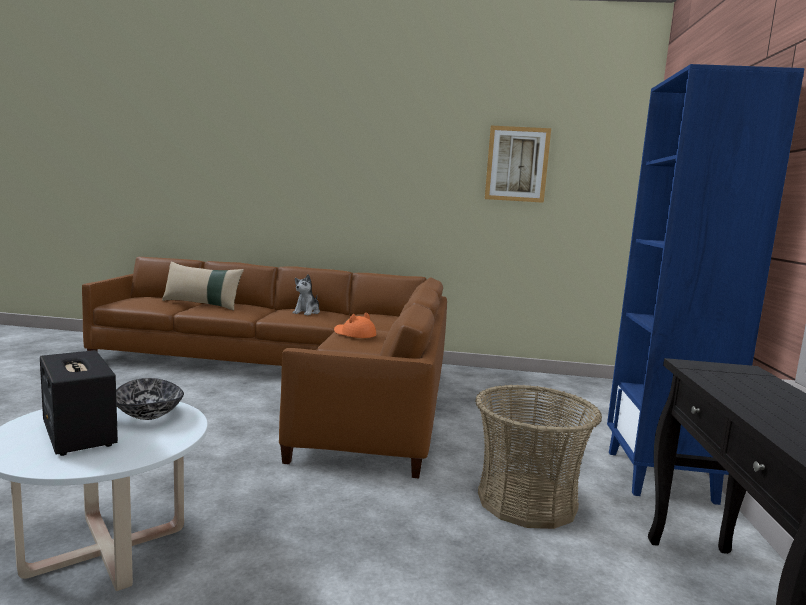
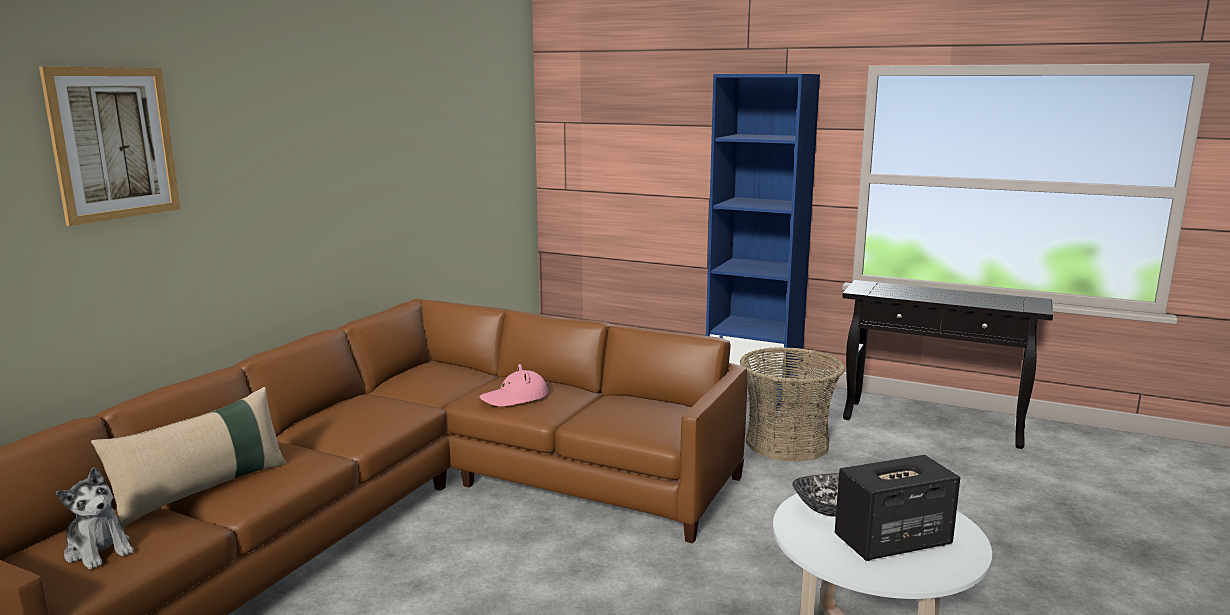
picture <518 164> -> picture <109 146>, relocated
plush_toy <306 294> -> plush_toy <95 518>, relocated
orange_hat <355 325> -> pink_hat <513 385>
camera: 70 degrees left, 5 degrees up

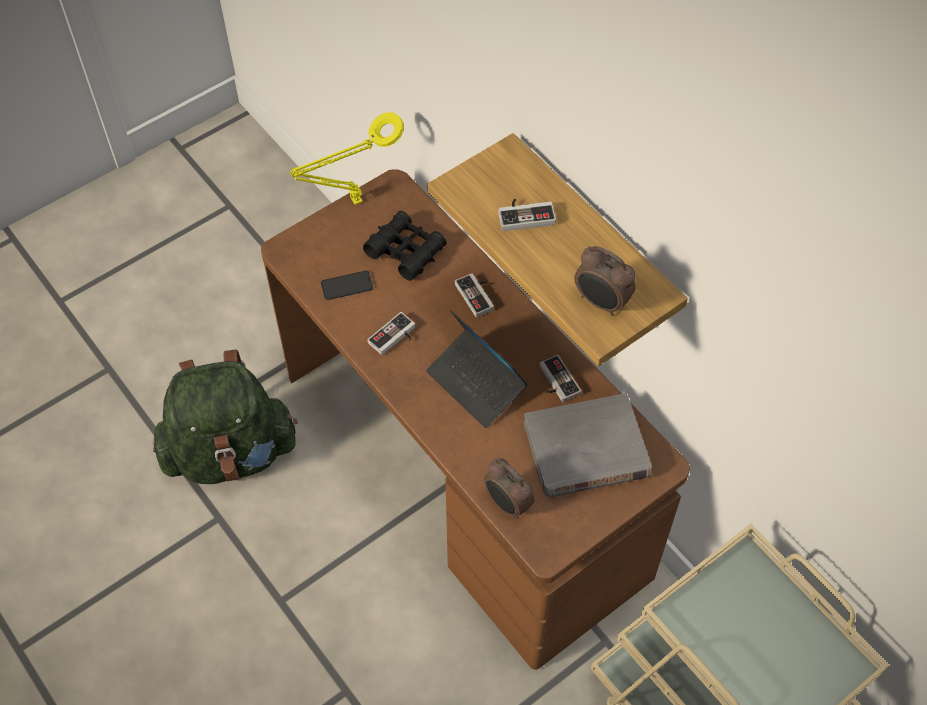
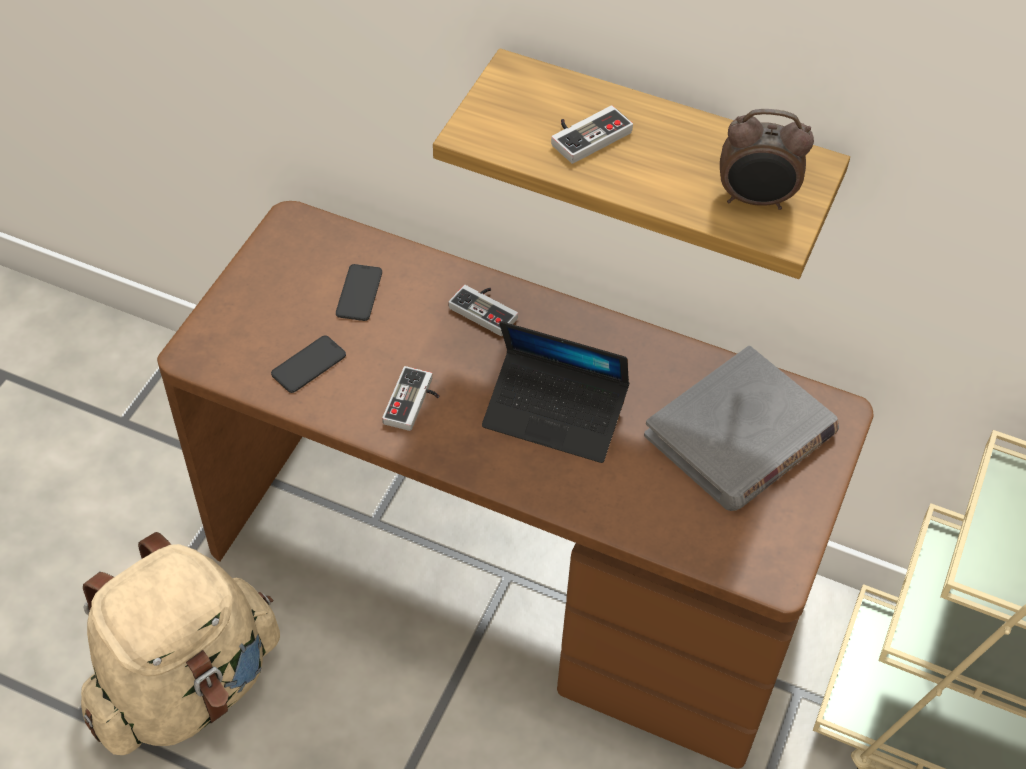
green_backpack <225 416> -> beige_backpack <180 643>
black_binoculars <405 246> -> phone <359 292>
yellow_table_lamp <347 158> -> none
alarm_clock <509 488> -> none
game_controller <560 378> -> none
camera: 30 degrees left, 5 degrees down

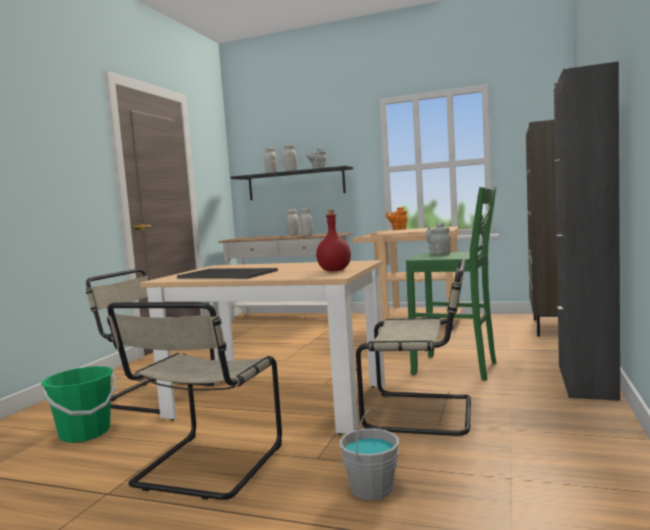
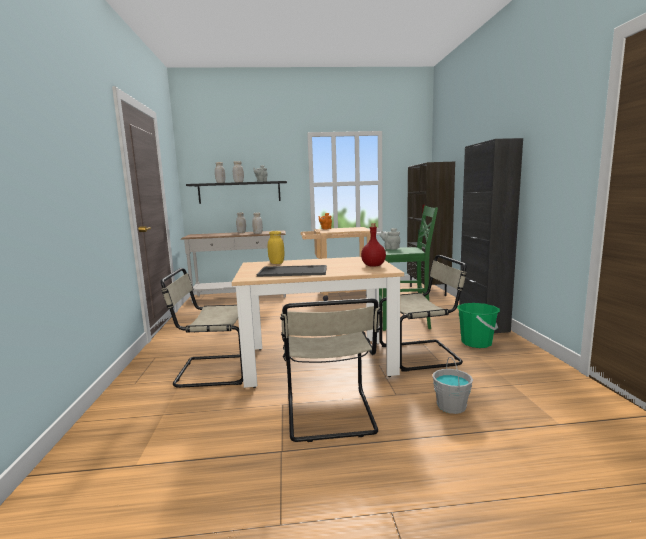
none -> yellow_jar <276 247>
green_bucket <78 404> -> green_bucket <478 325>, relocated
camera: 25 degrees left, 5 degrees up

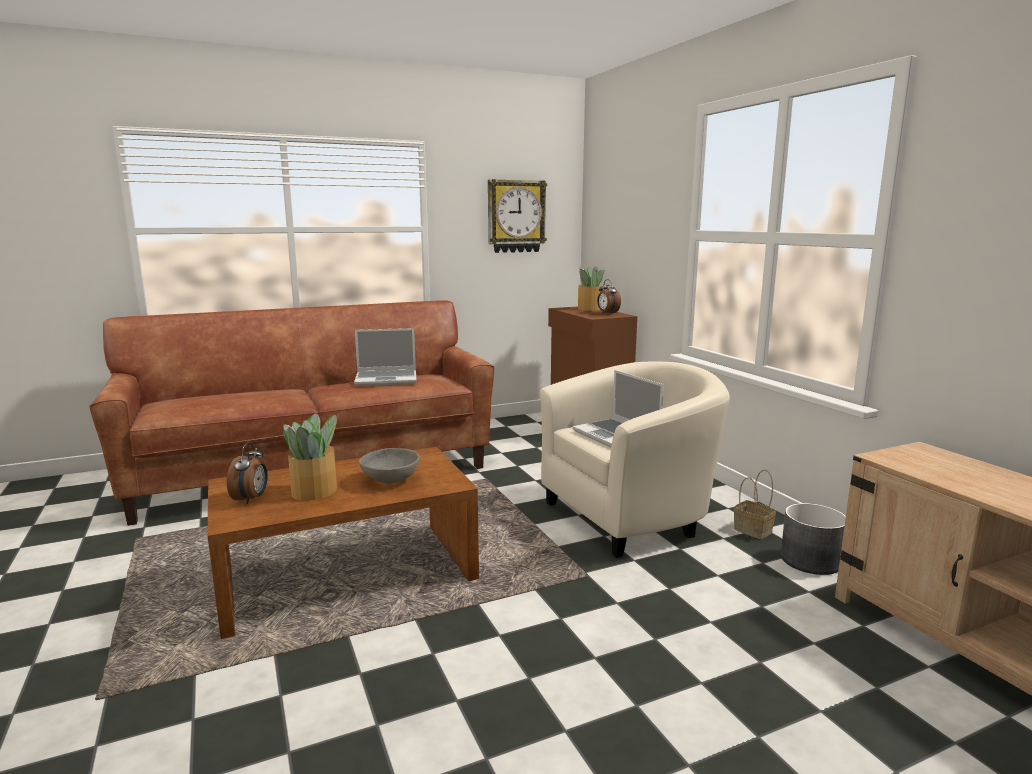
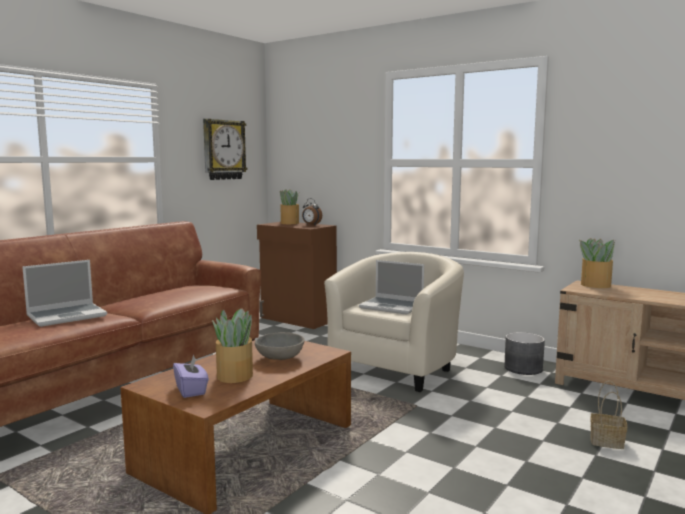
laptop <385 357> -> laptop <64 293>, relocated
alarm_clock <247 473> -> purple_tissue_box <191 376>
none -> potted_plant <597 263>
basket <755 504> -> basket <608 415>, relocated
camera: 30 degrees left, 5 degrees down

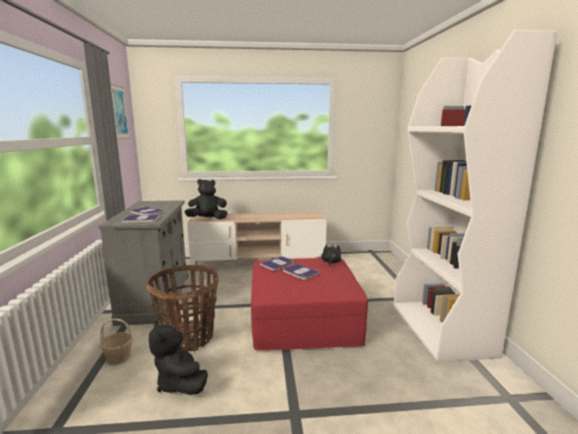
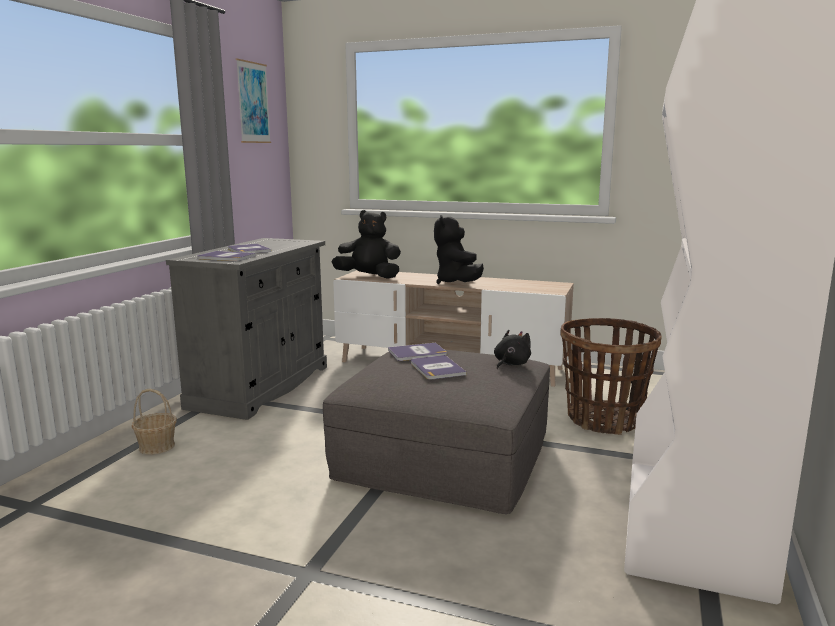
red_ottoman <309 304> -> grey_ottoman <436 432>
black_plush_toy <178 358> -> black_plush_toy <459 249>, relocated
basket <182 308> -> basket <611 376>, relocated
camera: 25 degrees right, 0 degrees up

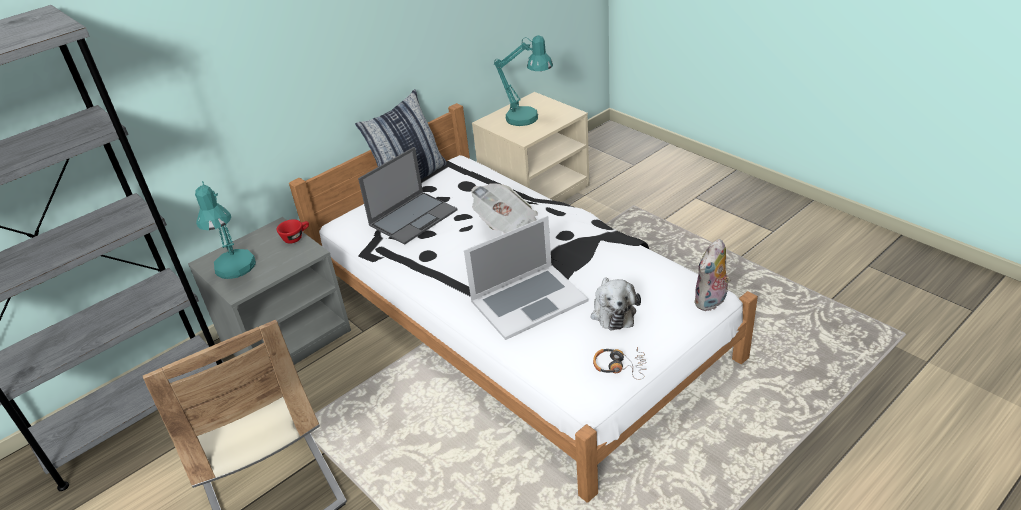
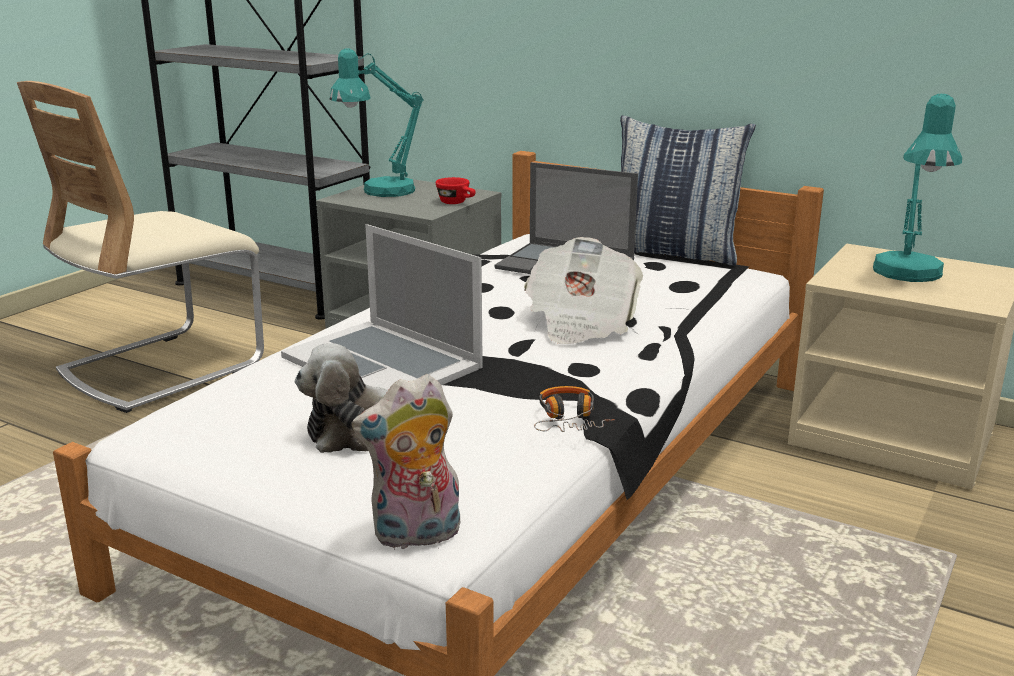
plush_toy <712 275> -> plush_toy <406 462>, 45 degrees counterclockwise
headphones <620 363> -> headphones <574 409>, relocated
camera: 70 degrees right, 15 degrees down

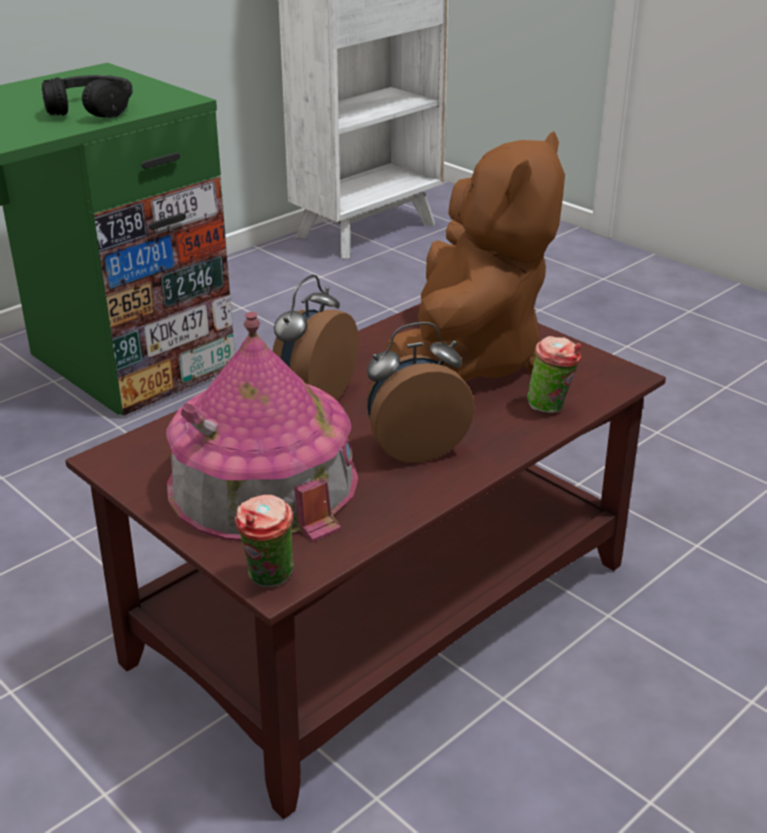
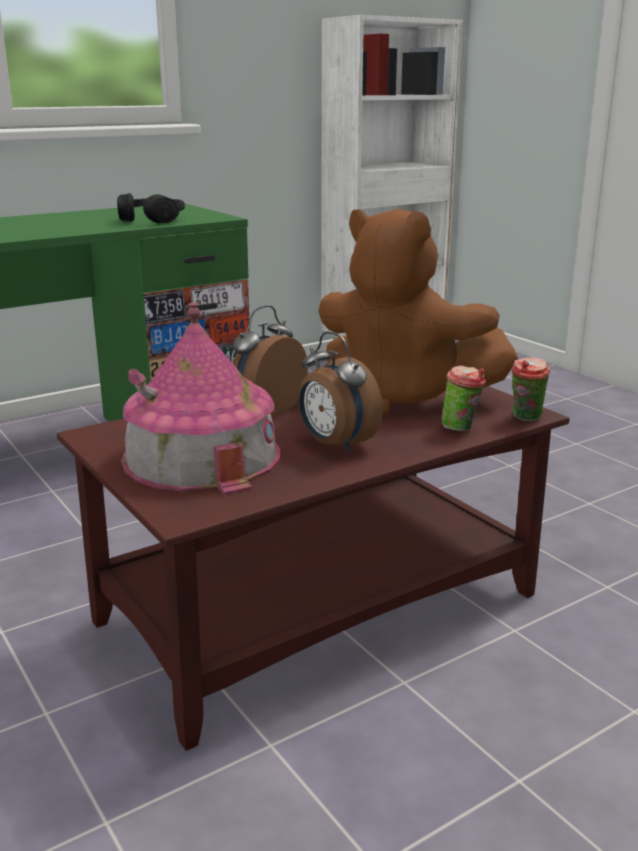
alarm_clock <421 392> -> alarm_clock <340 392>, 120 degrees counterclockwise
brown_plush_toy <475 256> -> brown_plush_toy <418 312>, 90 degrees clockwise
cup <264 541> -> cup <531 389>, relocated
camera: 10 degrees right, 10 degrees down

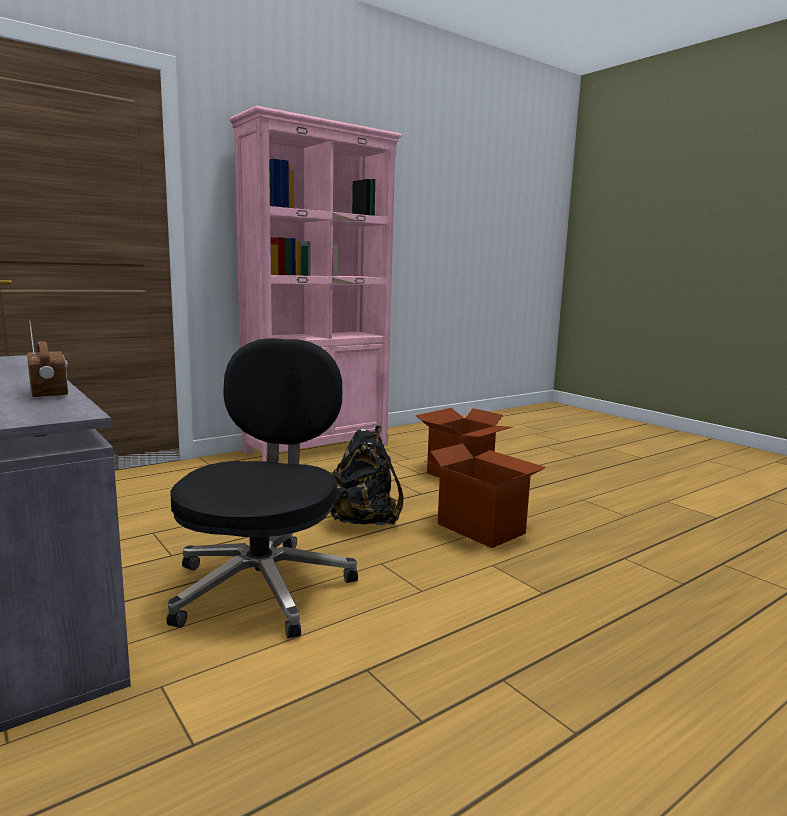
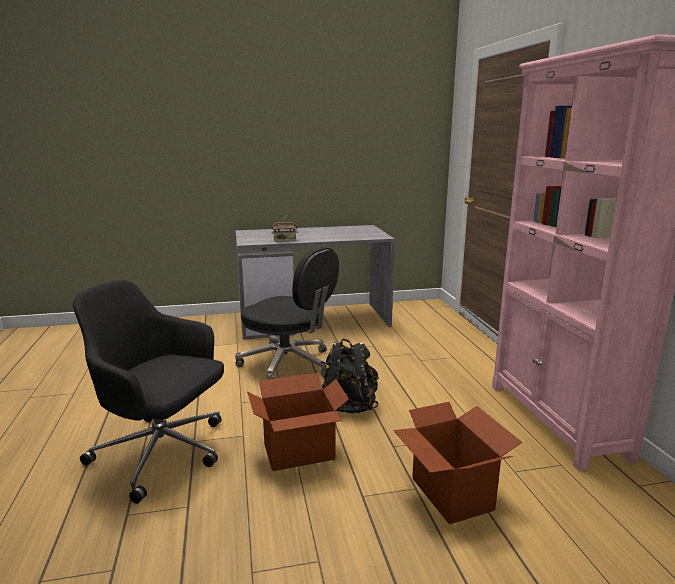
none -> black_office_chair <148 392>
camera: 115 degrees right, 5 degrees up

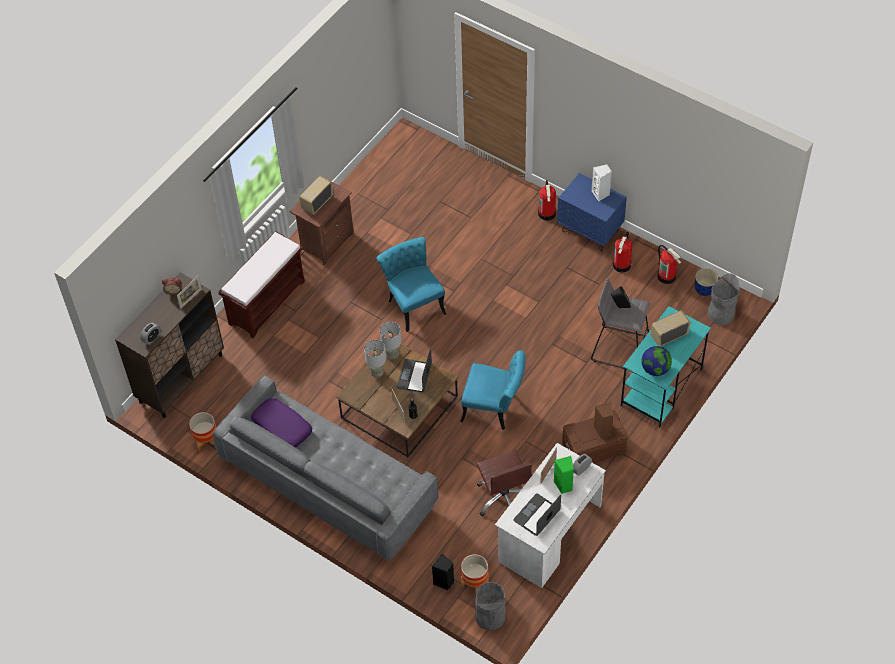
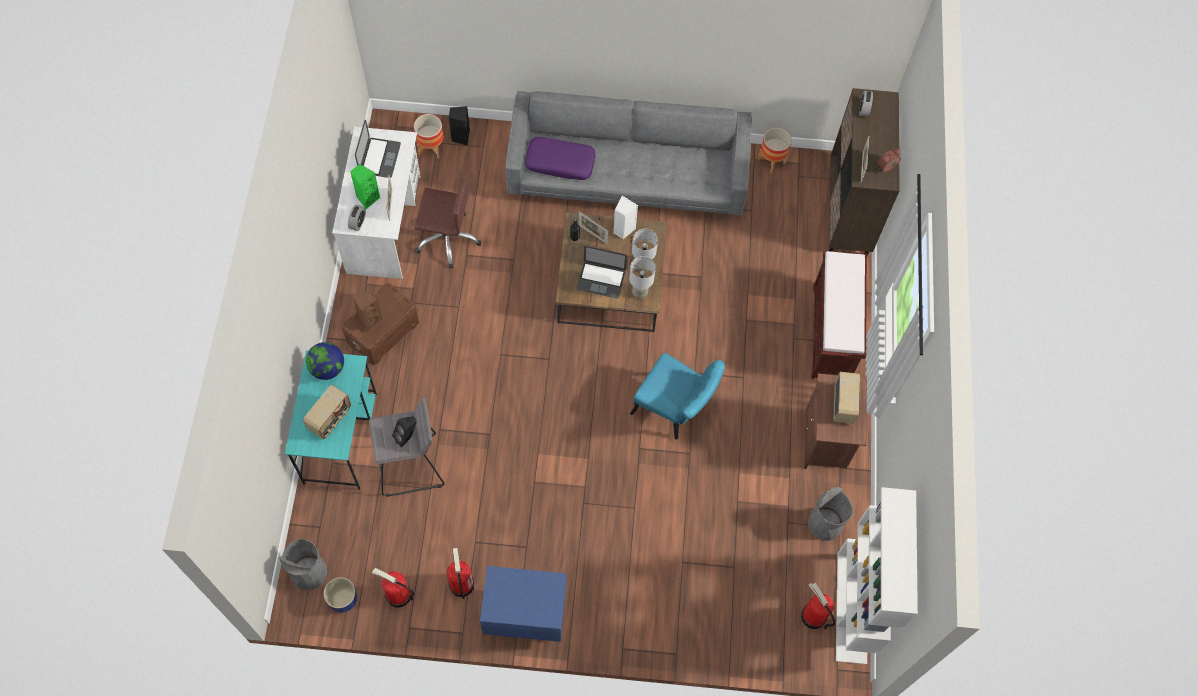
brown_office_chair <504 483> -> brown_office_chair <448 220>, 150 degrees clockwise
purple_pillow <281 423> -> purple_pillow <560 158>, relocated
laptop <414 370> -> laptop <601 272>, 120 degrees clockwise
white_speaker <601 182> -> white_speaker <625 217>, relocated
fire_extinguisher <547 200> -> fire_extinguisher <818 606>, relocated
grey_trash_can <490 606> -> grey_trash_can <830 514>, relocated
none -> white_bookcase <877 575>
turquoise_chair <493 390> -> none
camera: 145 degrees right, 10 degrees up

